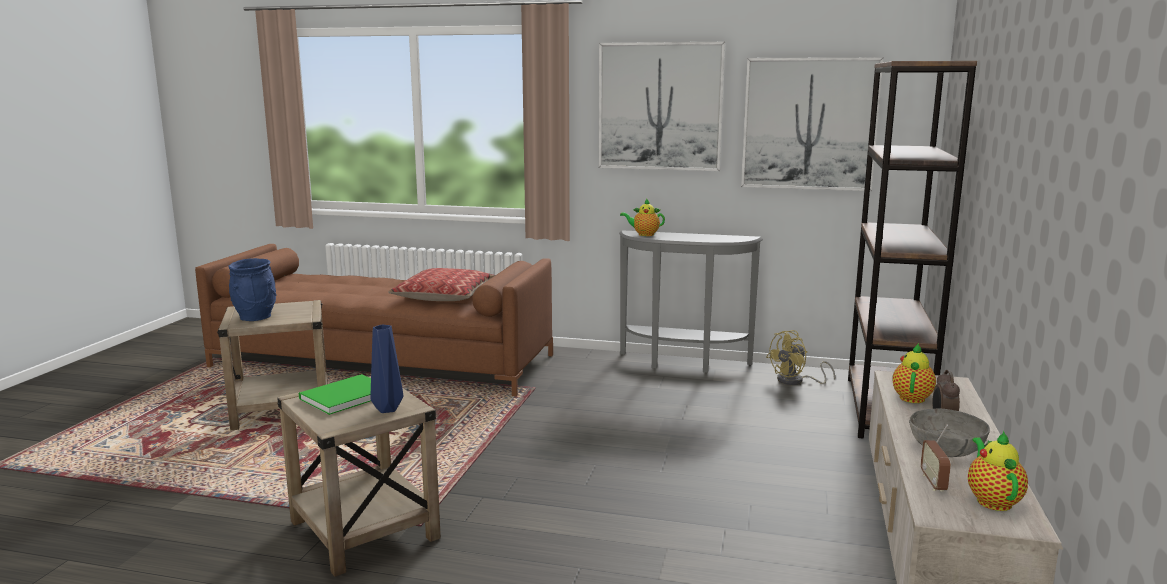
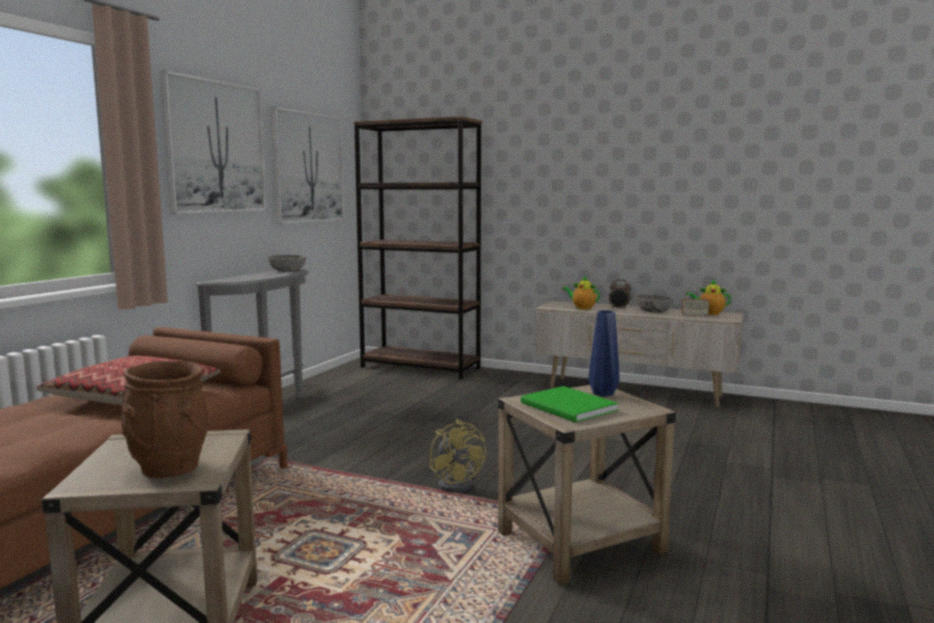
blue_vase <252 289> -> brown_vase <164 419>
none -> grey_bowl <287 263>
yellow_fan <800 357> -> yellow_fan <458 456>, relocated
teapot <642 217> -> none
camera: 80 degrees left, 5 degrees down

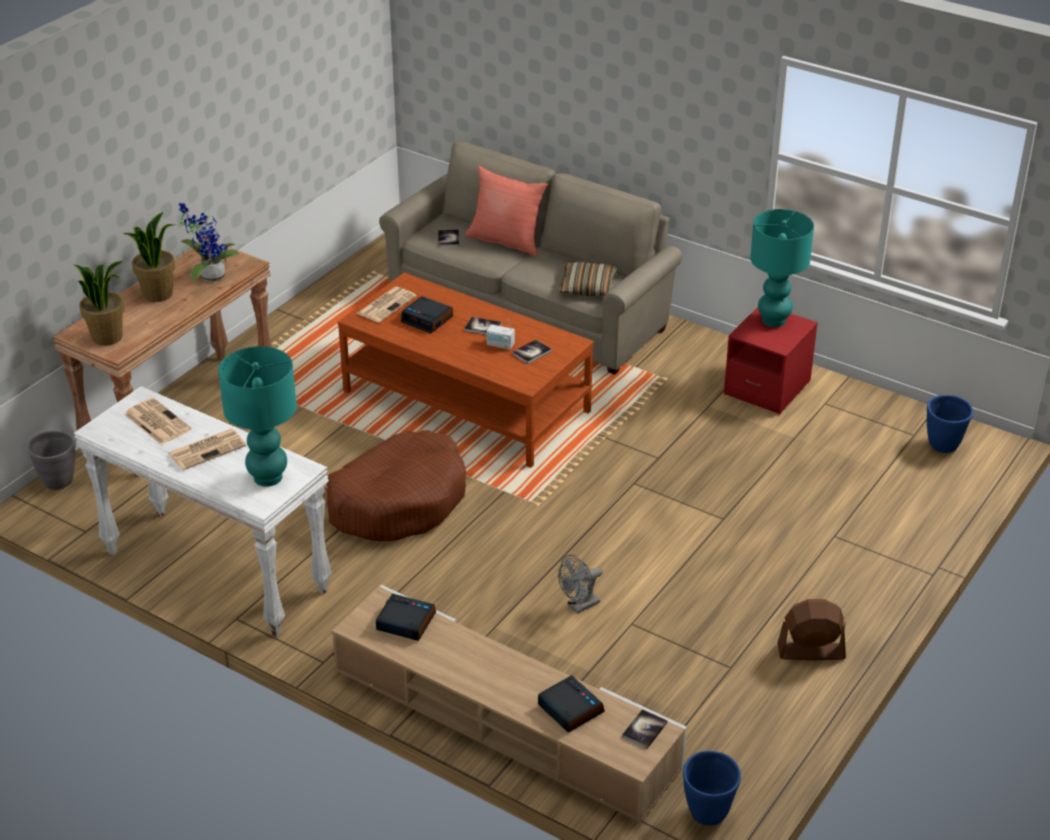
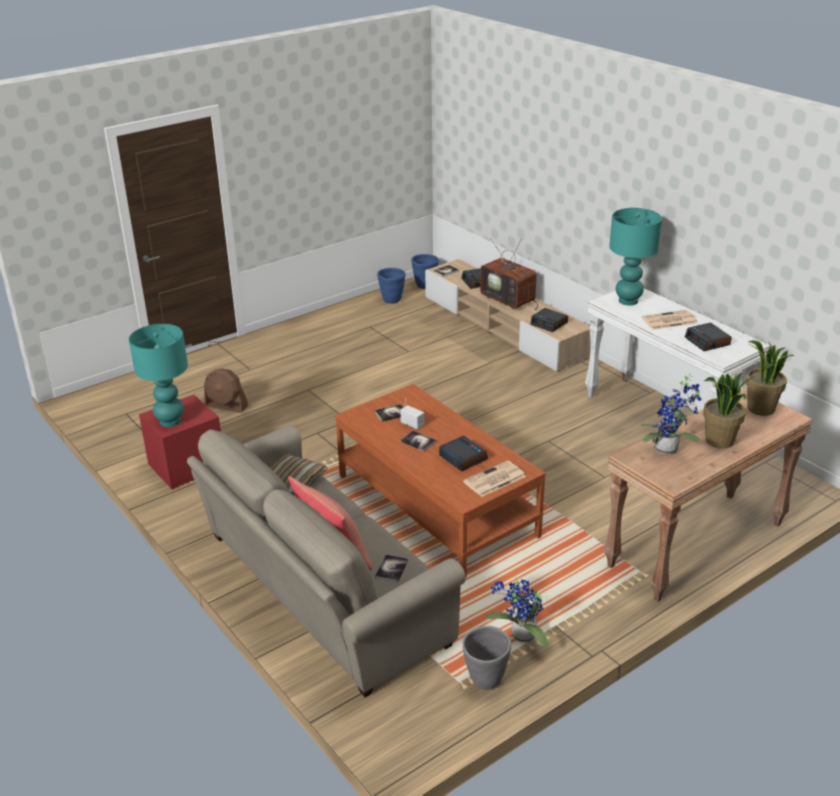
brown_fan <812 629> -> brown_fan <226 391>, relocated
blue_planter <950 424> -> blue_planter <391 286>, relocated
grey_planter <52 460> -> grey_planter <487 658>, relocated
none -> television <509 274>
none -> potted_plant <518 611>
newspaper <158 421> -> alarm_clock <708 337>
brown_dog_bed <396 485> -> none
grey_fan <580 584> -> none
camera: 160 degrees left, 5 degrees down

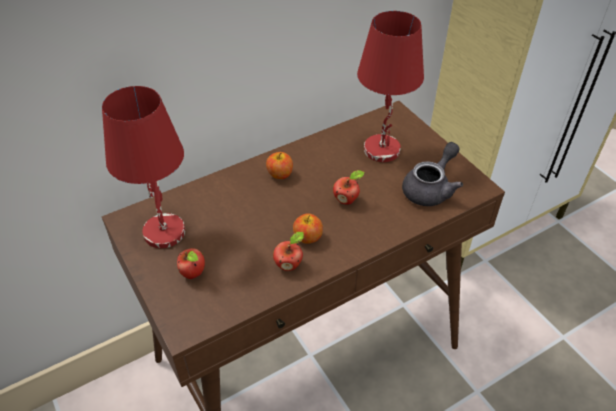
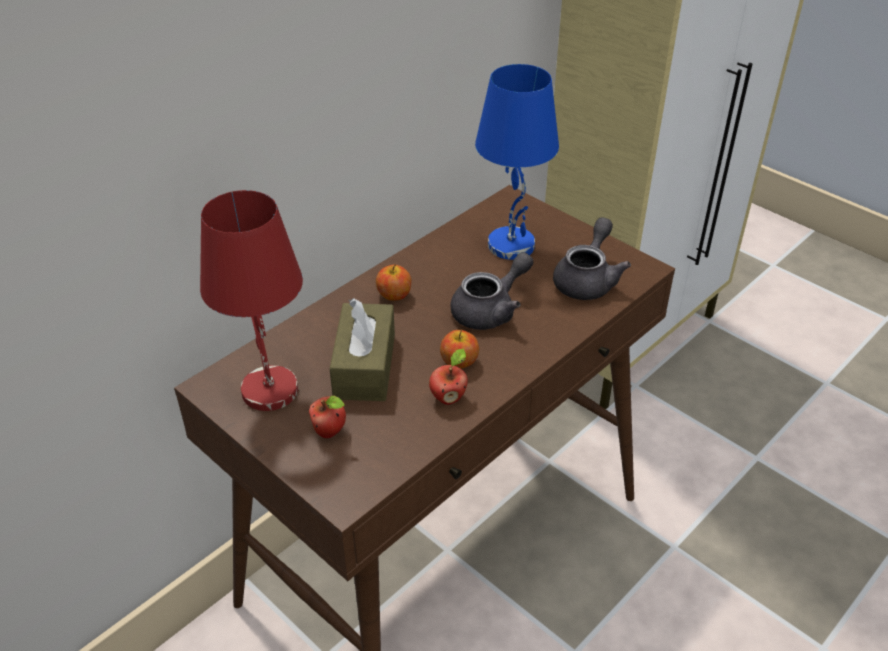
none -> brown_tissue_box <362 349>
apple <348 187> -> grey_teapot <491 291>
red_table_lamp <390 86> -> blue_table_lamp <517 162>
camera: 15 degrees left, 5 degrees down

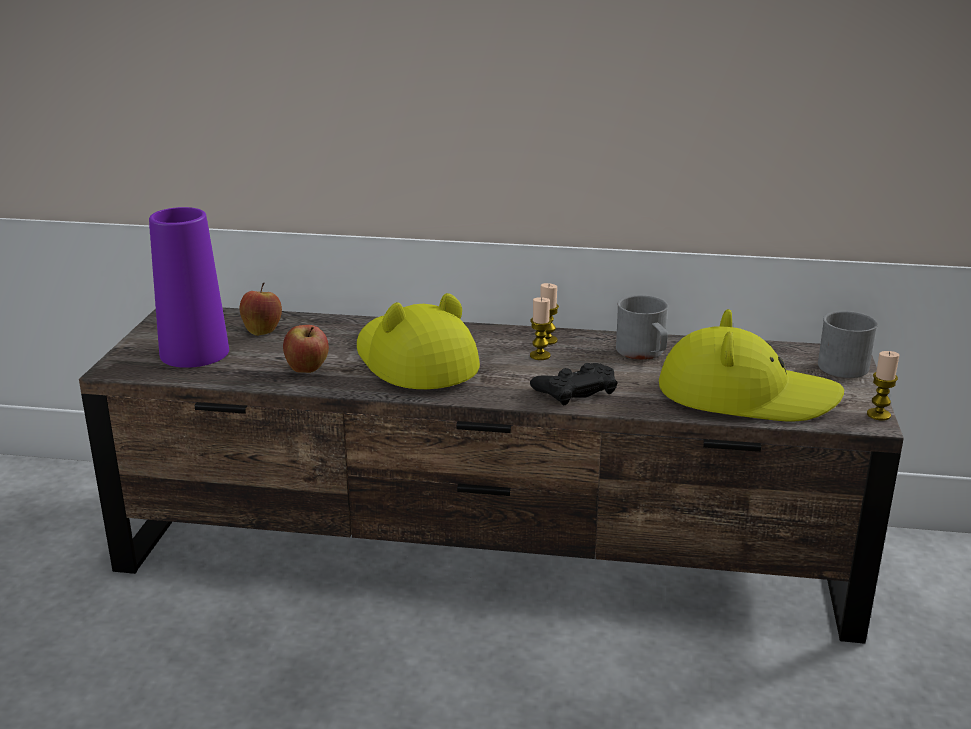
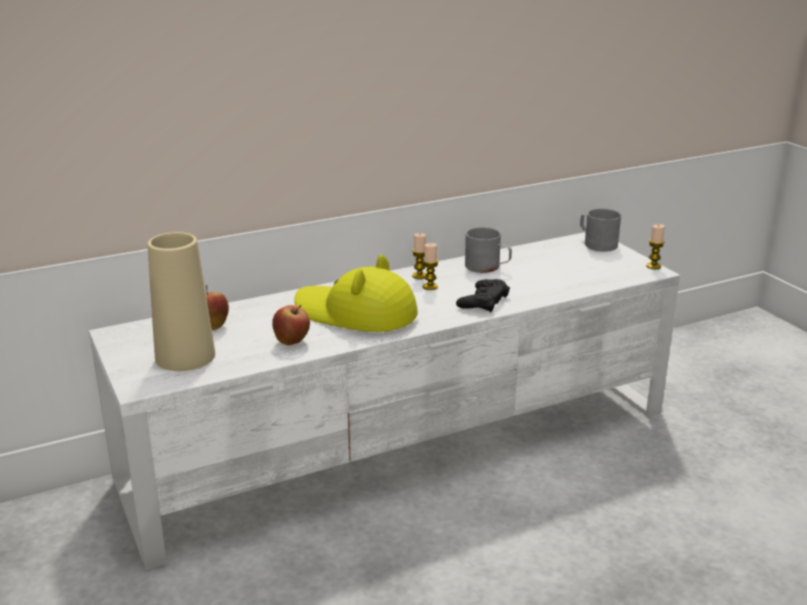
brown_tv_stand <491 475> -> white_tv_stand <384 401>
purple_vase <189 287> -> beige_vase <181 301>
yellow_hat <751 365> -> none
camera: 35 degrees left, 0 degrees up

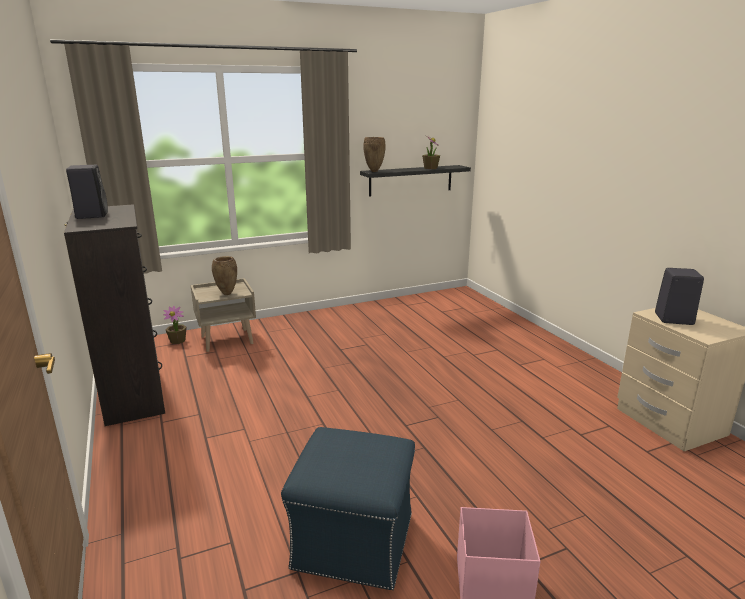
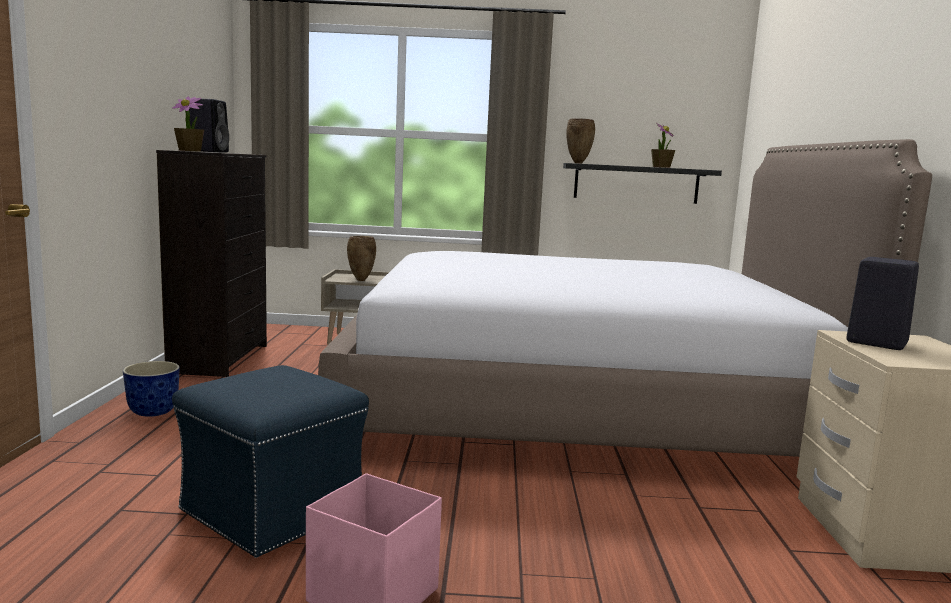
none -> planter <151 389>
potted_plant <175 325> -> potted_plant <188 124>, relocated
none -> bed <625 298>
camera: 25 degrees right, 10 degrees down

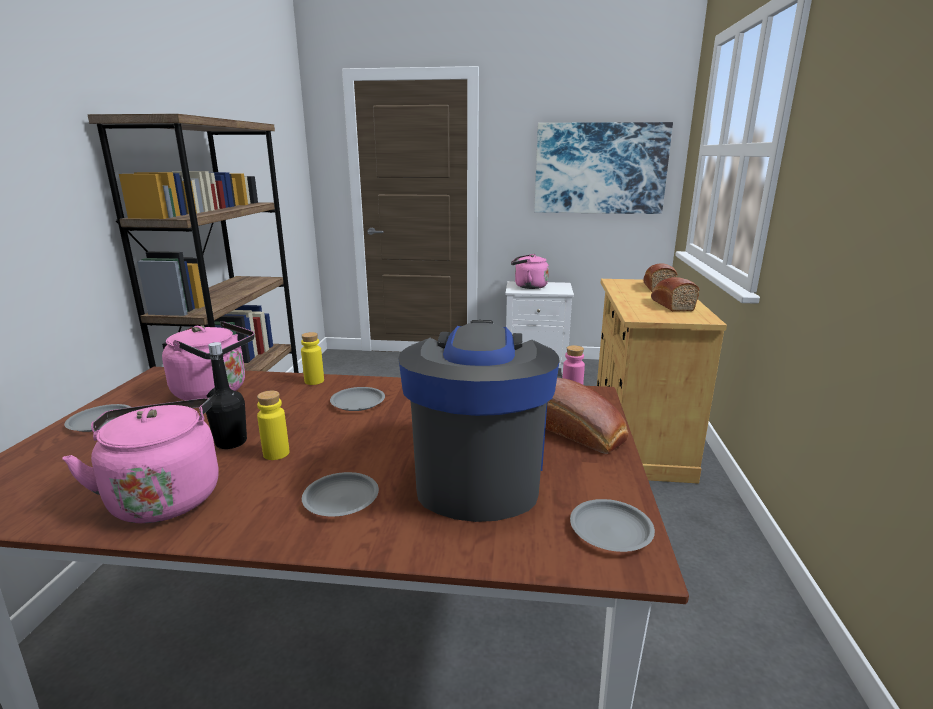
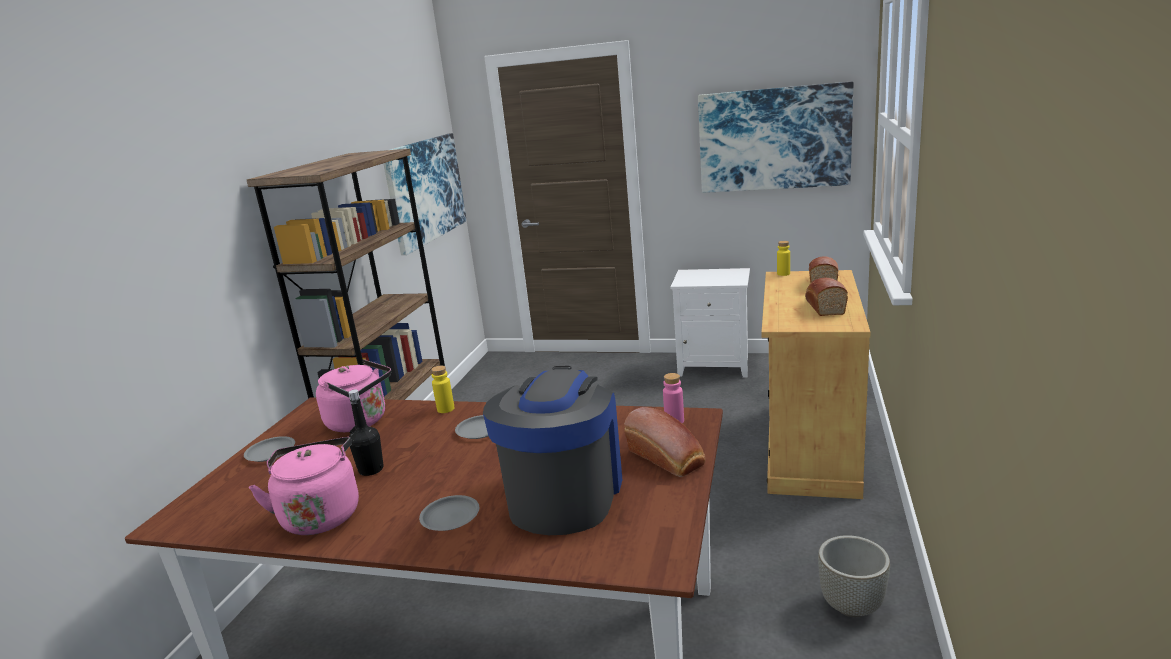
none -> picture <425 194>
yellow_bottle <273 425> -> yellow_bottle <783 258>, relocated
none -> grey_planter <854 576>
pink_kettle <530 271> -> none
grey_plate <612 525> -> none
camera: 10 degrees right, 0 degrees up

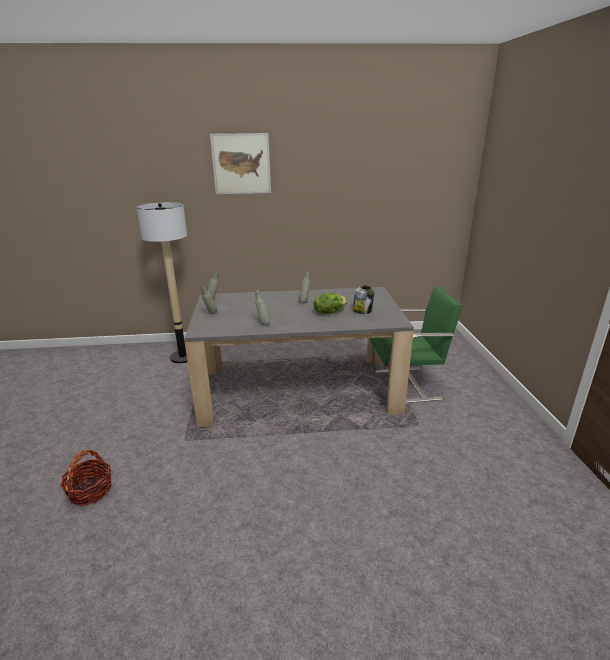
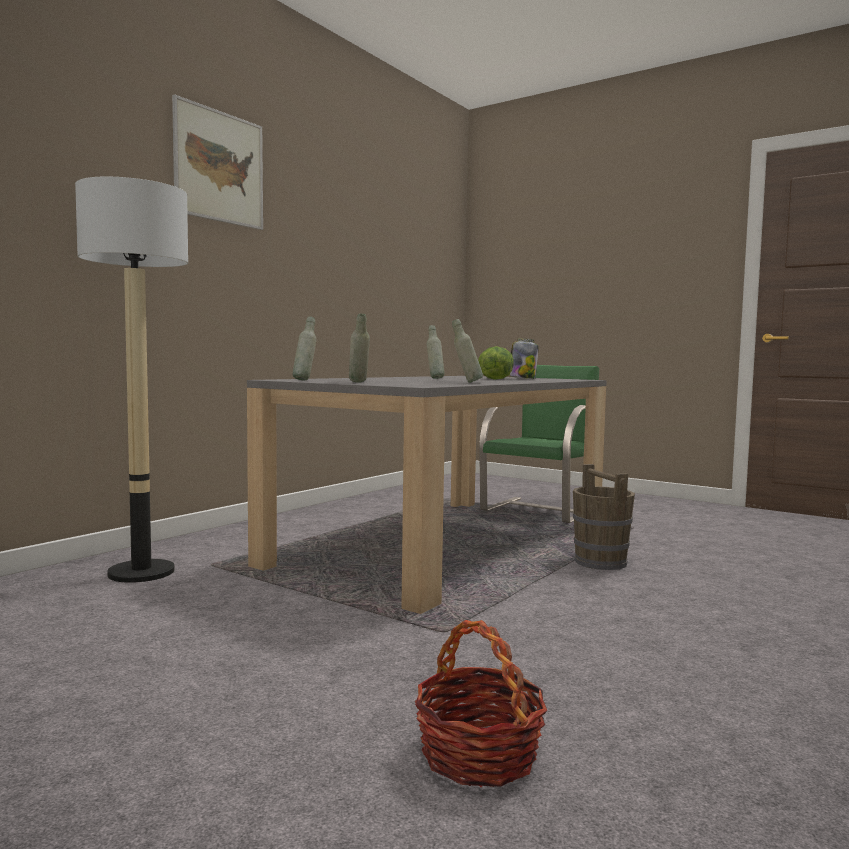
none -> brown_bucket <604 517>
camera: 50 degrees left, 20 degrees down

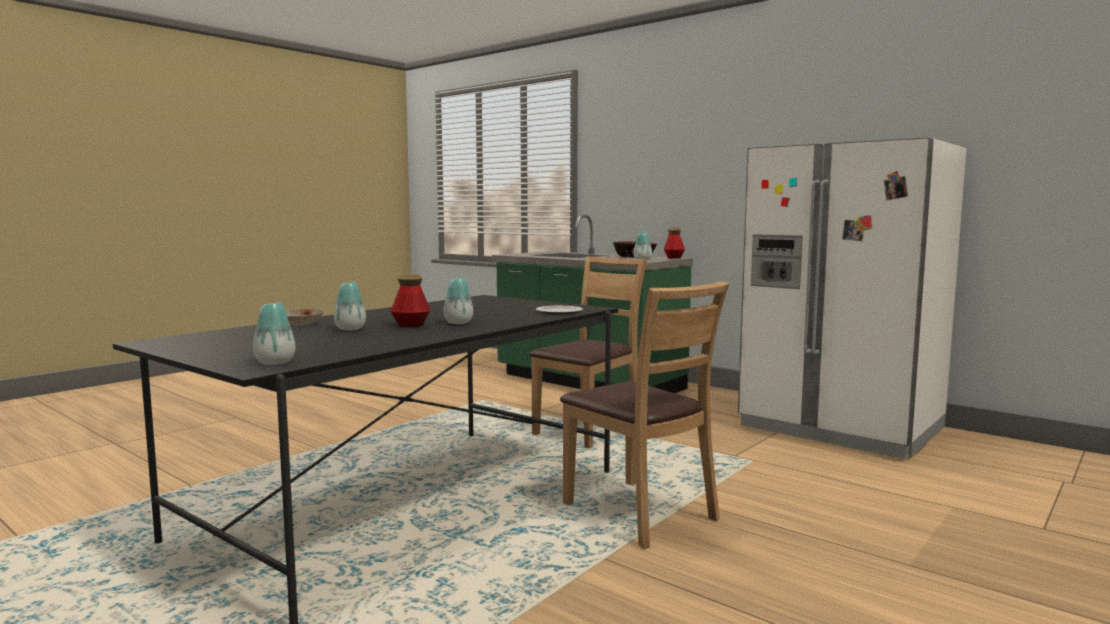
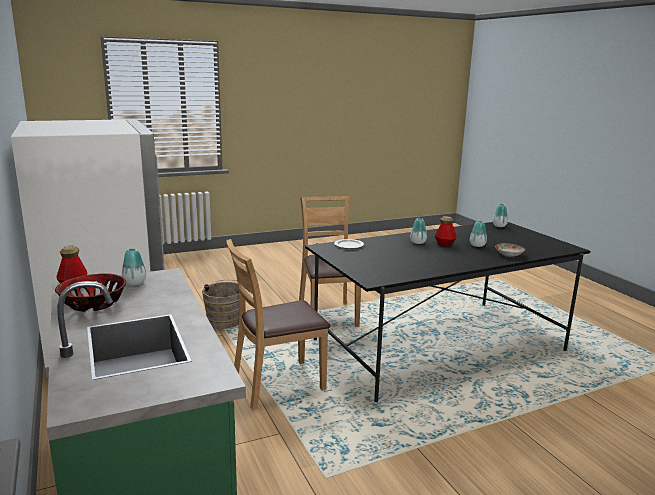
none -> brown_bucket <220 304>
camera: 155 degrees left, 10 degrees up

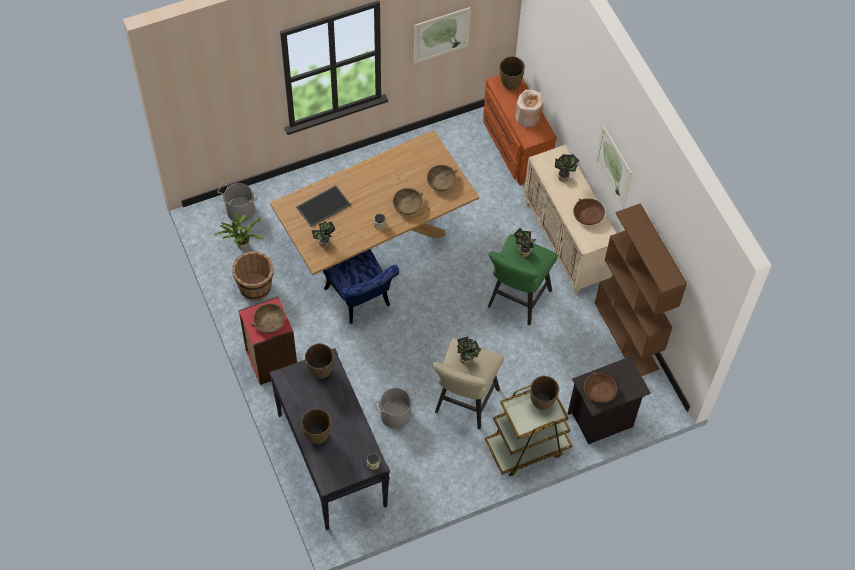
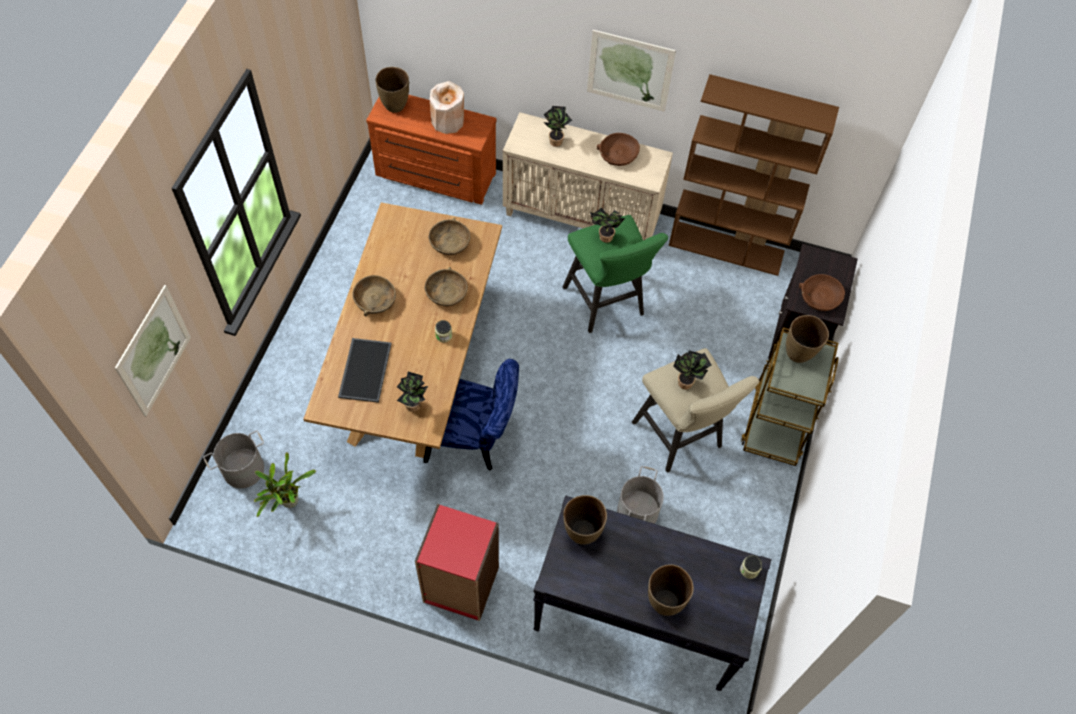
picture <442 35> -> picture <153 350>, relocated
brown_bowl <268 318> -> brown_bowl <374 296>, relocated
brown_bucket <253 275> -> none
camera: 50 degrees left, 0 degrees up

